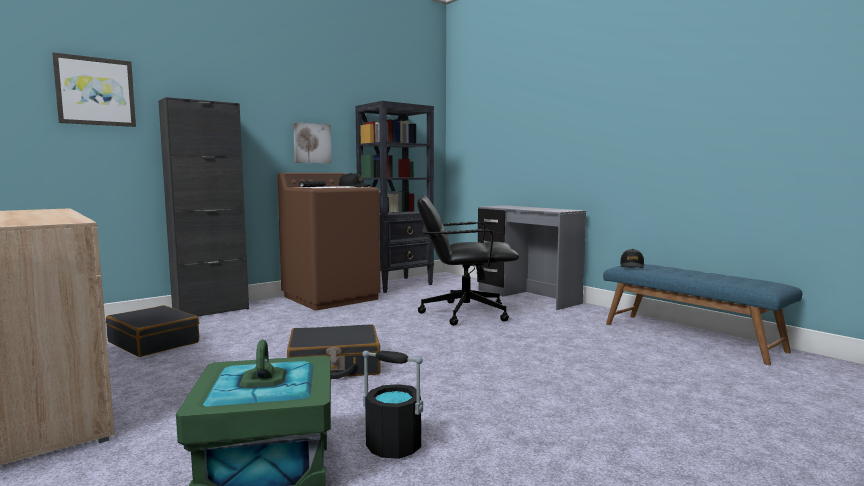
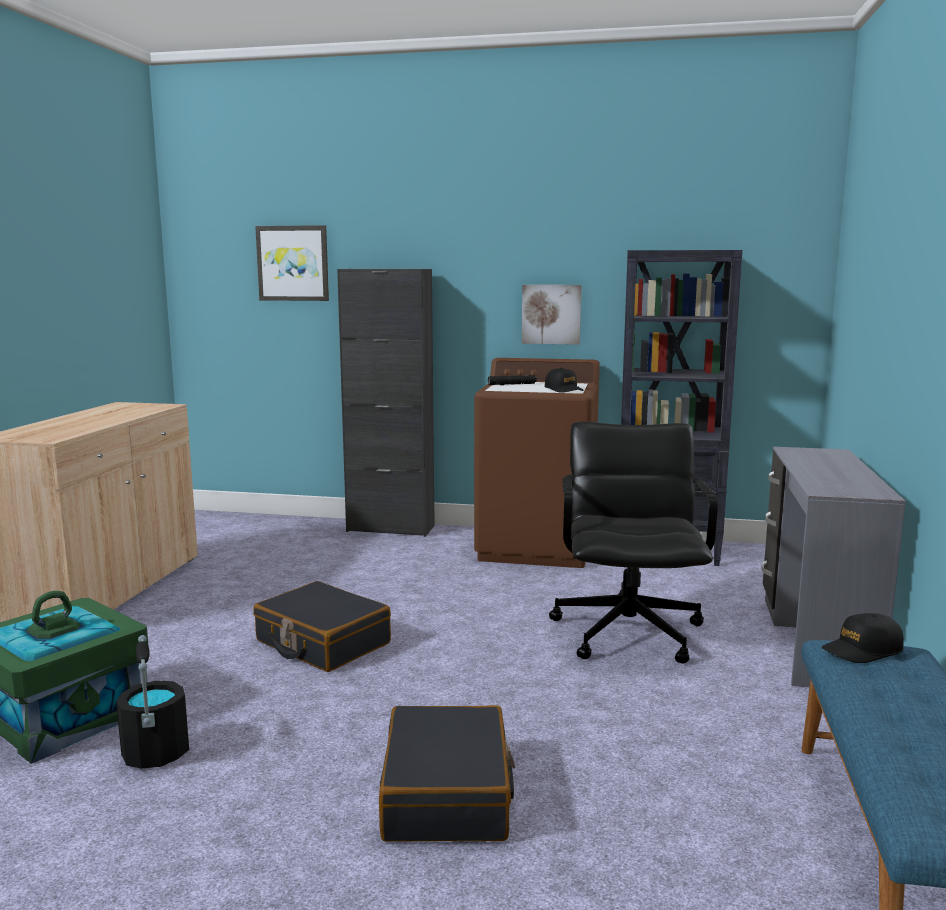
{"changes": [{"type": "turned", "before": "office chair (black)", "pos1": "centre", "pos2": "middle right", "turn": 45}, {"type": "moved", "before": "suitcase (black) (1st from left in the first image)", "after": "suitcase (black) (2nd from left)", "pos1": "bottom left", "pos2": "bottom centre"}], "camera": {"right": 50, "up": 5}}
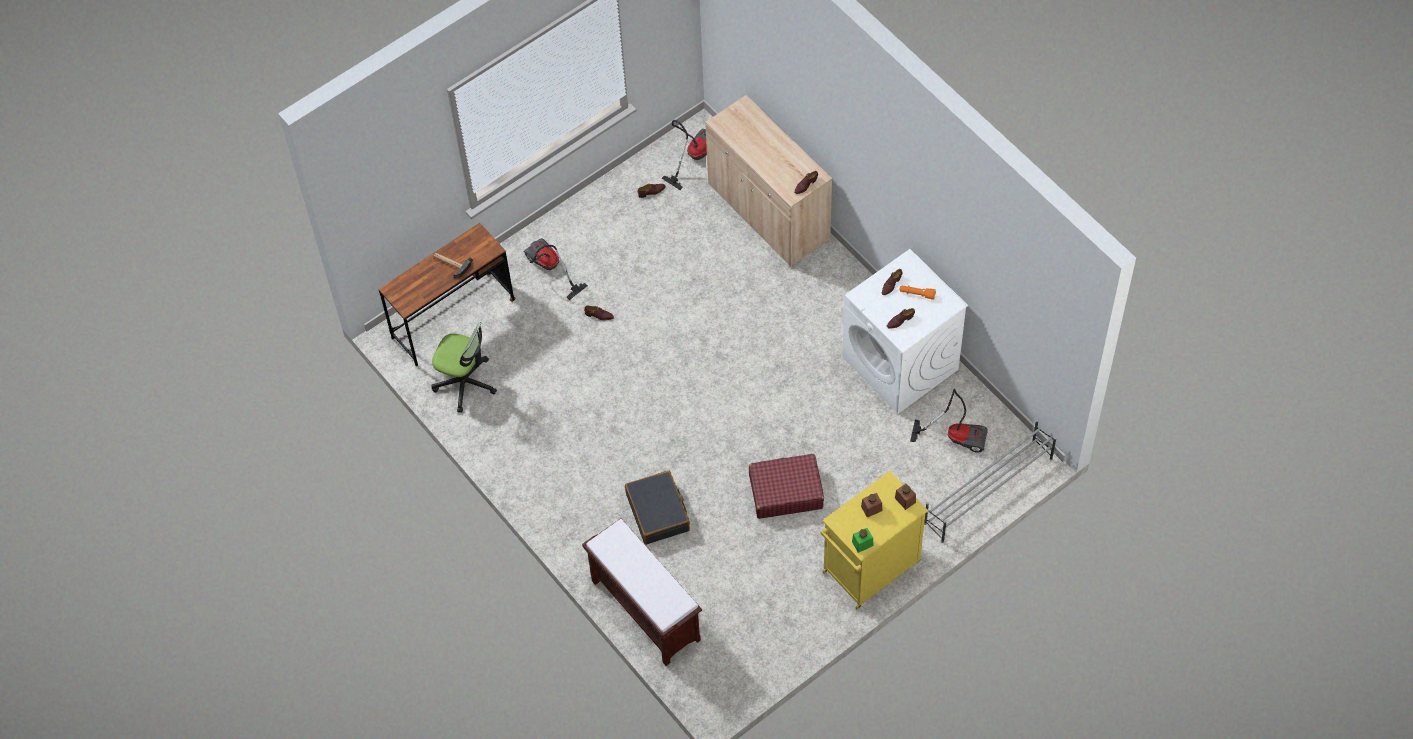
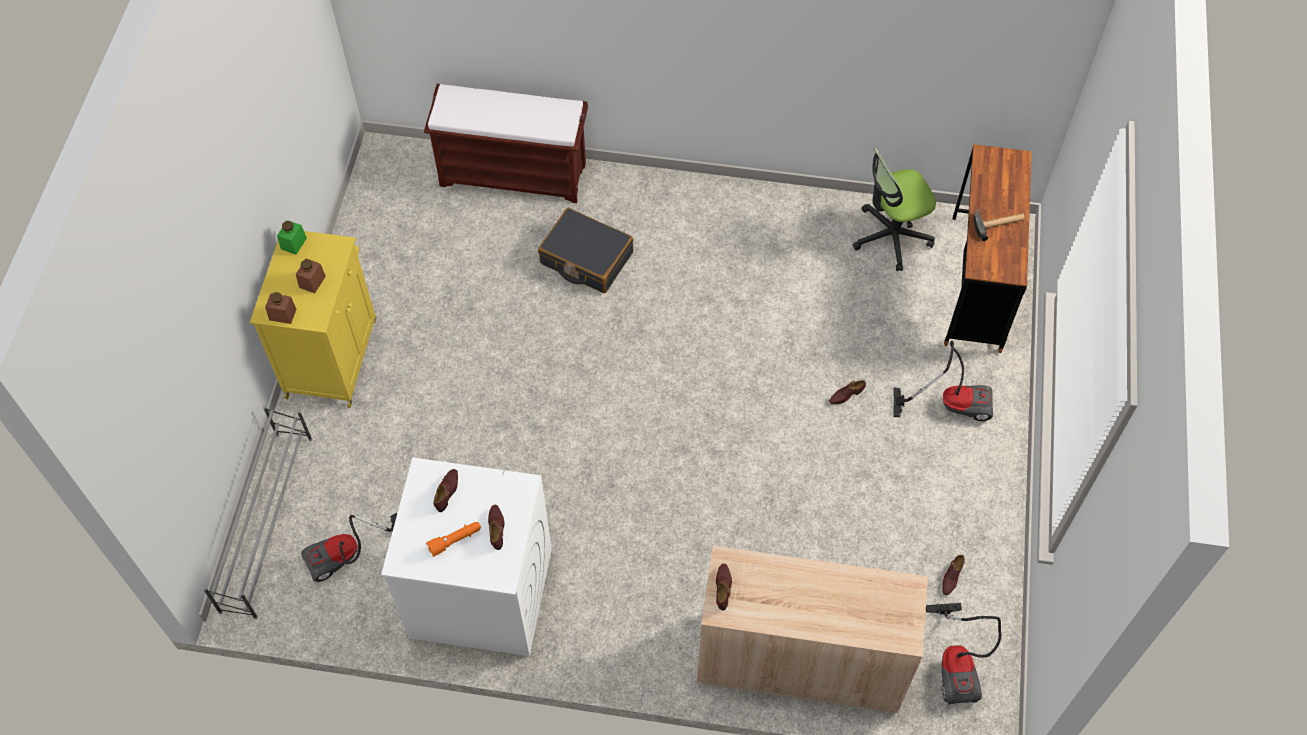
{"changes": [{"type": "removed", "before": "suitcase (red)", "pos1": "centre"}], "camera": {"right": 135, "up": 0}}
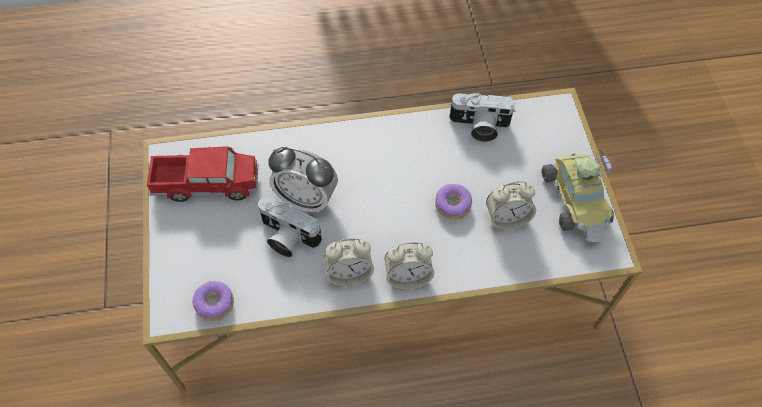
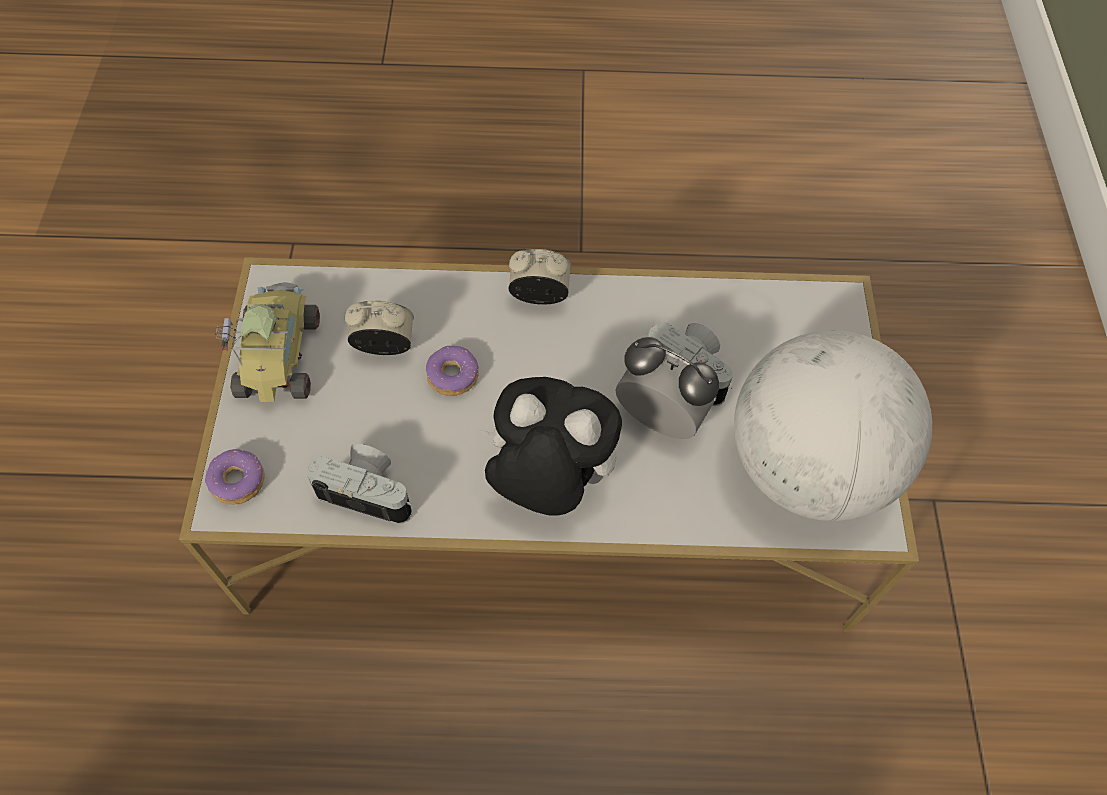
{"changes": [{"type": "replaced", "before": "toy truck", "after": "globe", "pos1": "middle left", "pos2": "middle right"}, {"type": "removed", "before": "alarm clock (2nd from left)", "pos1": "centre"}, {"type": "moved", "before": "donut (1st from left)", "pos1": "bottom left", "pos2": "middle left"}, {"type": "added", "after": "plush toy", "pos2": "centre"}], "camera": {"right": -170, "up": 0}}
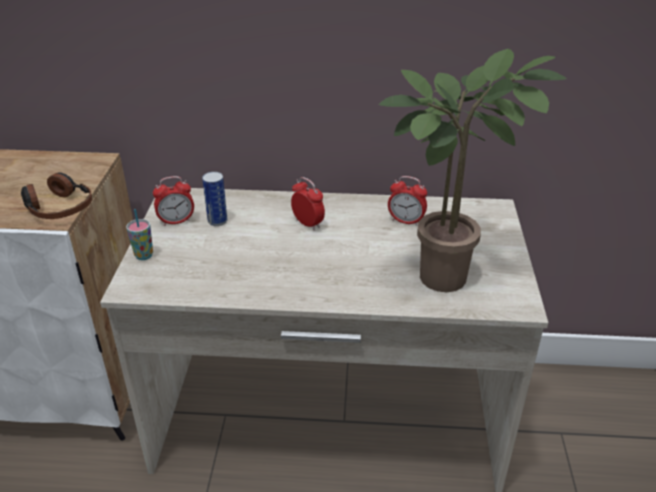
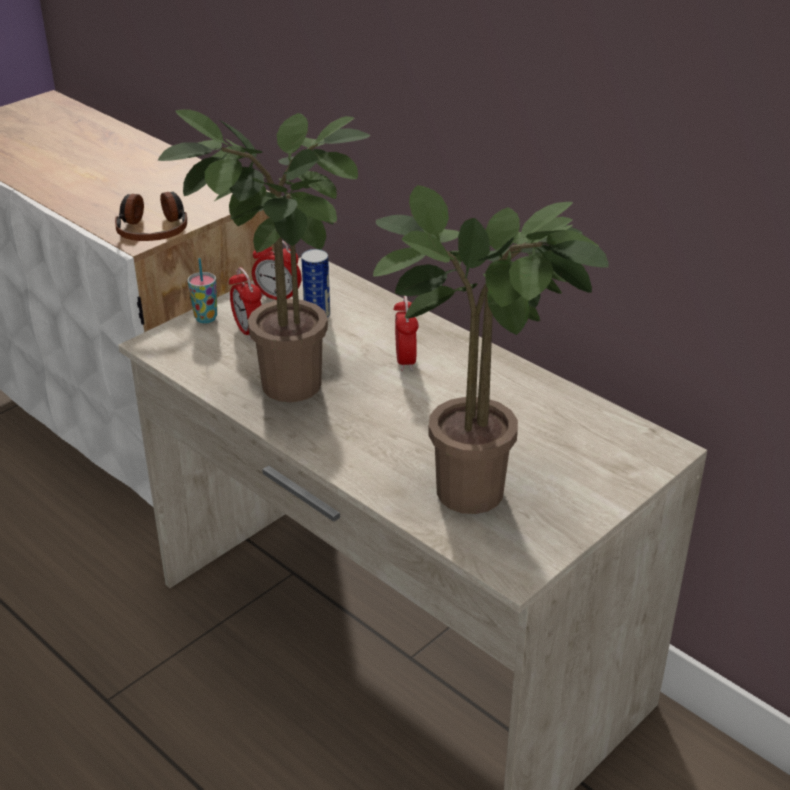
{"changes": [{"type": "moved", "before": "alarm clock (3rd from left in the first image)", "after": "alarm clock (1st from left)", "pos1": "centre", "pos2": "middle left"}, {"type": "added", "after": "potted plant (1st from left)", "pos2": "top centre"}], "camera": {"right": 40, "up": 0}}
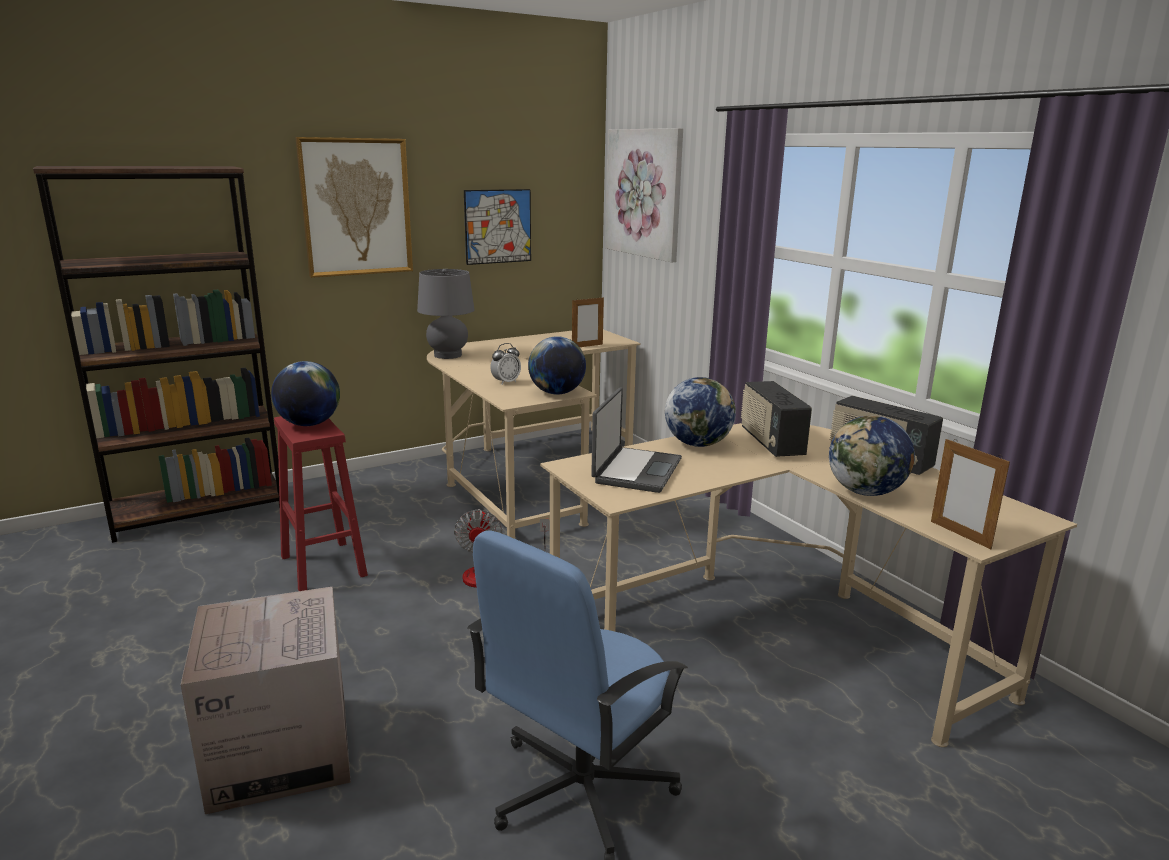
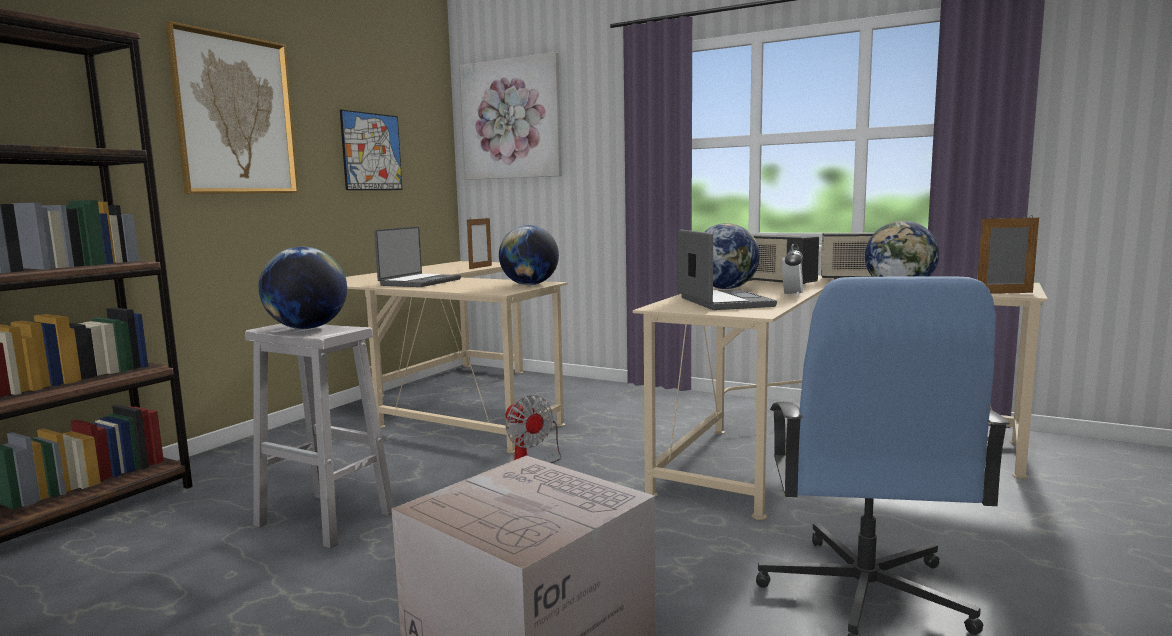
{"changes": [{"type": "removed", "before": "table lamp (grey)", "pos1": "centre"}, {"type": "moved", "before": "alarm clock", "pos1": "centre", "pos2": "middle right"}, {"type": "recoloured", "before": "stool (red)", "after": "stool (white)", "pos1": "middle left", "pos2": "bottom left"}, {"type": "turned", "before": "picture frame (2nd from left)", "pos1": "middle right", "pos2": "middle right", "turn": 150}, {"type": "added", "after": "laptop (1st from left)", "pos2": "centre"}], "camera": {"right": -30, "up": -10}}
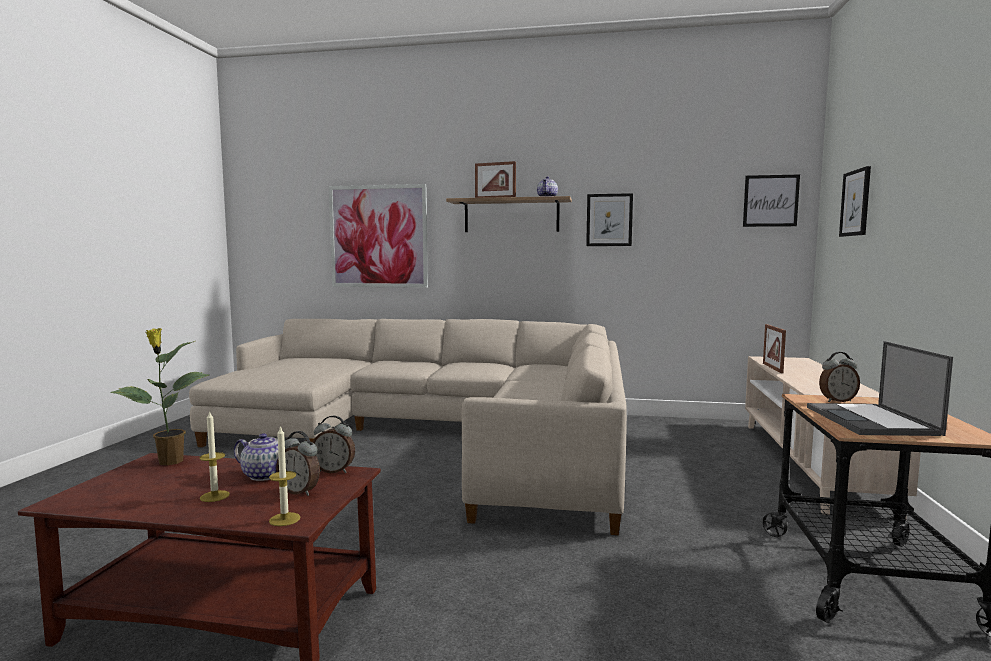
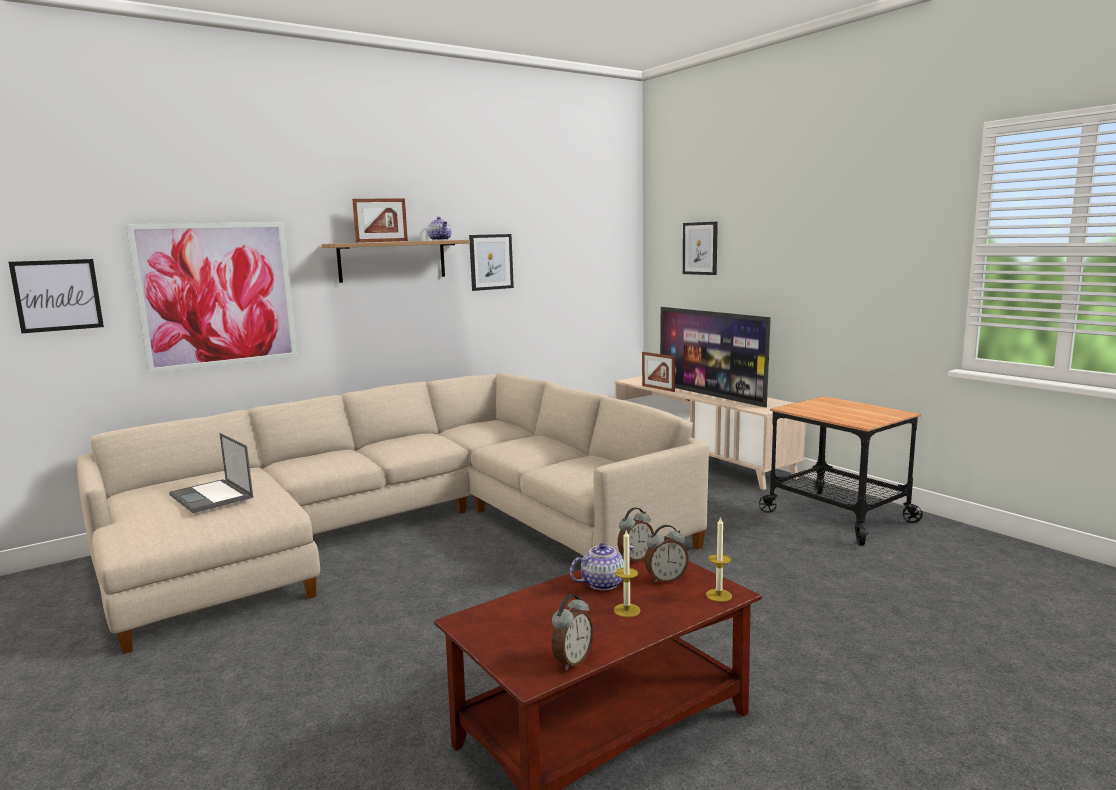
{"changes": [{"type": "moved", "before": "picture (3rd from left in the first image)", "after": "picture (1st from left)", "pos1": "top right", "pos2": "middle left"}, {"type": "removed", "before": "potted plant", "pos1": "middle left"}, {"type": "moved", "before": "laptop", "pos1": "middle right", "pos2": "middle left"}, {"type": "moved", "before": "alarm clock (3rd from left in the first image)", "after": "alarm clock (1st from left)", "pos1": "middle right", "pos2": "bottom centre"}, {"type": "added", "after": "television", "pos2": "centre"}], "camera": {"right": -45, "up": 5}}
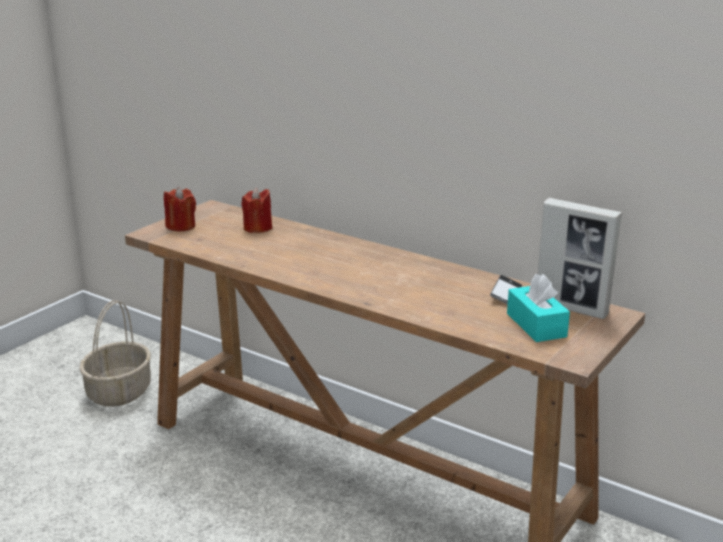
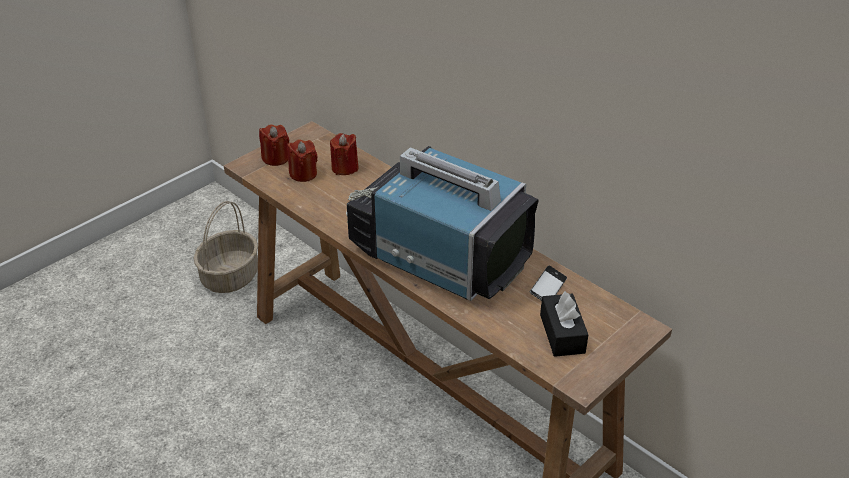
{"changes": [{"type": "removed", "before": "picture frame", "pos1": "middle right"}, {"type": "recoloured", "before": "tissue box (turquoise)", "after": "tissue box (black)", "pos1": "middle right", "pos2": "bottom centre"}, {"type": "added", "after": "candle (red) (2nd from left)", "pos2": "centre"}, {"type": "added", "after": "television", "pos2": "centre"}], "camera": {"right": 10, "up": 15}}
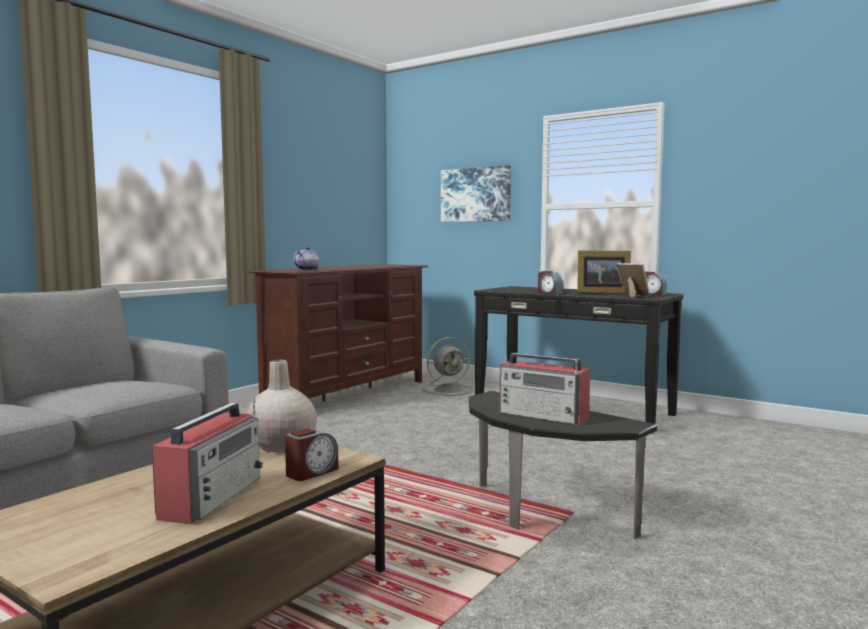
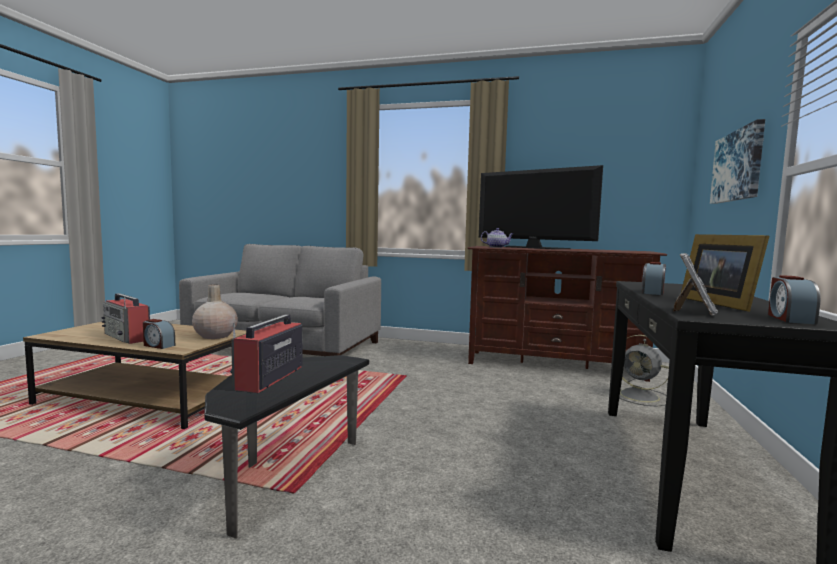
{"changes": [{"type": "turned", "before": "radio (1st from left)", "pos1": "bottom left", "pos2": "middle left", "turn": 45}, {"type": "added", "after": "television", "pos2": "centre"}], "camera": {"right": 70, "up": 0}}
